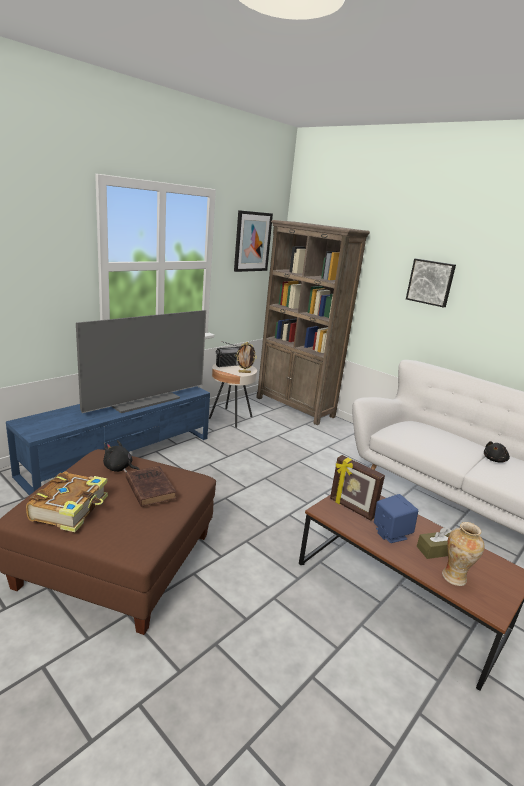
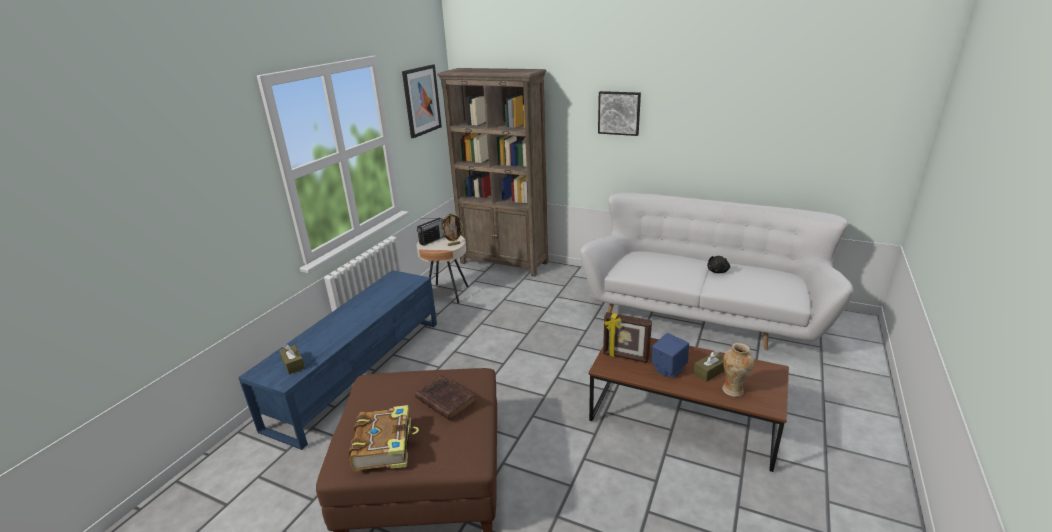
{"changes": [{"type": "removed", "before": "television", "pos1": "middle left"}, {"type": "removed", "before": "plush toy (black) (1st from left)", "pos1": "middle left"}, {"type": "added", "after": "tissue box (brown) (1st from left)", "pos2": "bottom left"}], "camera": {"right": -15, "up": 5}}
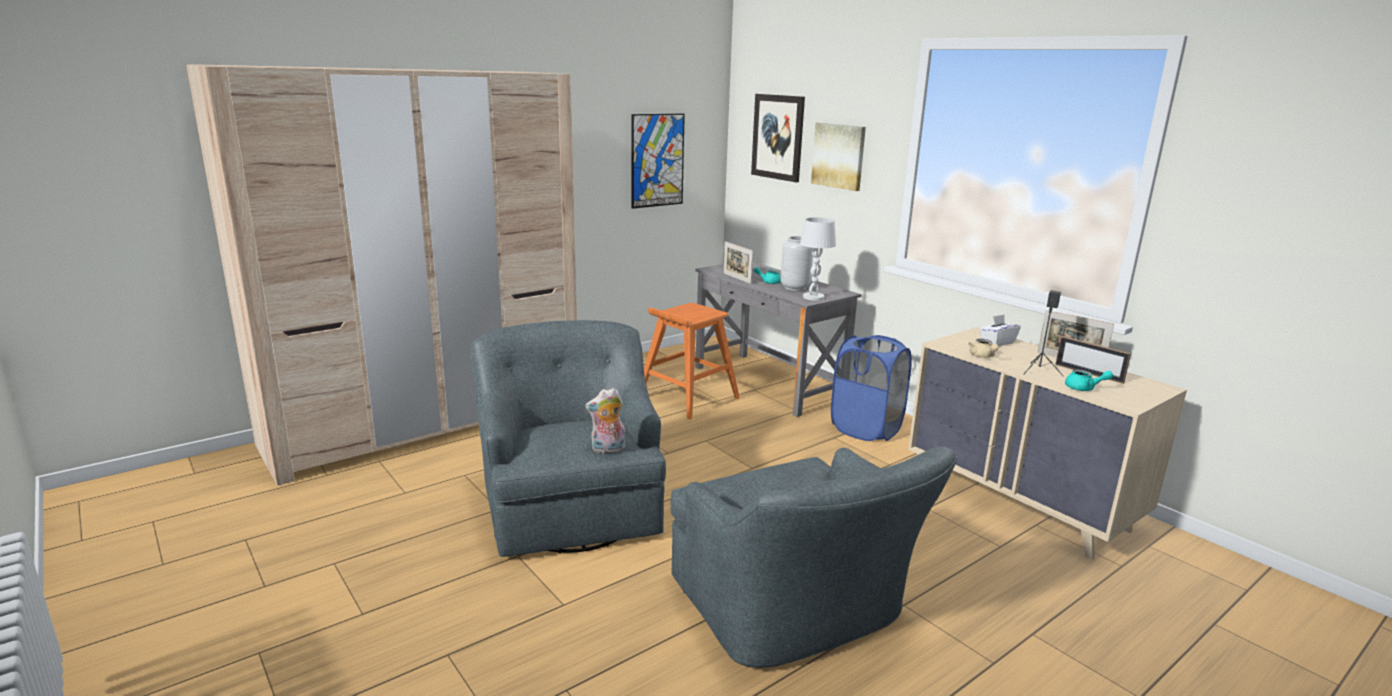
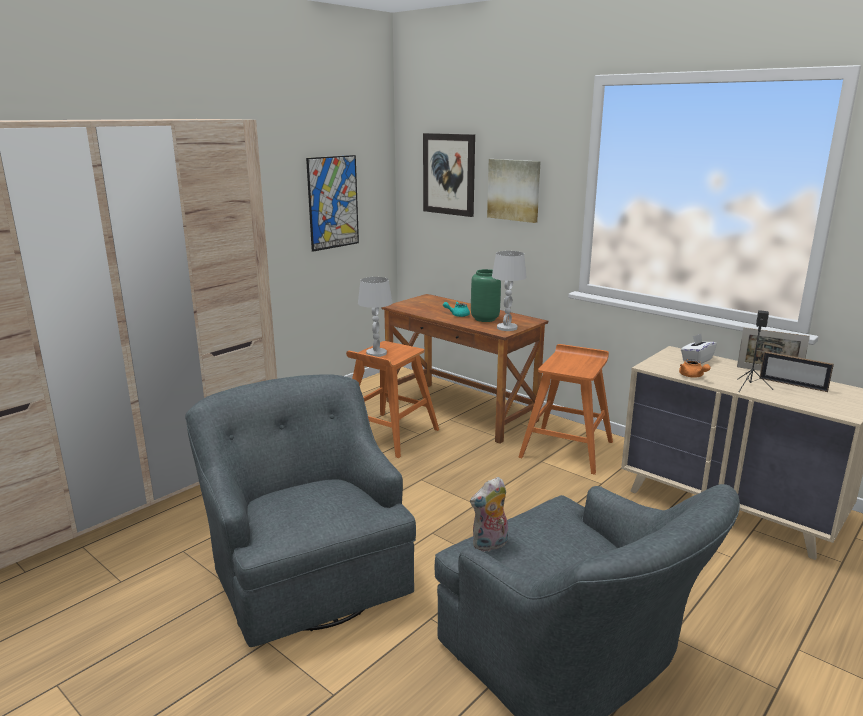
{"changes": [{"type": "recoloured", "before": "vase (grey)", "after": "vase (green)", "pos1": "centre", "pos2": "centre"}, {"type": "removed", "before": "picture frame (1st from left)", "pos1": "centre"}, {"type": "recoloured", "before": "desk (grey)", "after": "desk (brown)", "pos1": "centre", "pos2": "centre"}, {"type": "replaced", "before": "laundry basket (blue)", "after": "stool (orange) (2nd from left)", "pos1": "centre", "pos2": "centre"}, {"type": "recoloured", "before": "teapot (beige)", "after": "teapot (orange)", "pos1": "middle right", "pos2": "middle right"}, {"type": "removed", "before": "teapot (turquoise) (2nd from left)", "pos1": "middle right"}, {"type": "moved", "before": "plush toy", "pos1": "centre", "pos2": "bottom centre"}, {"type": "added", "after": "table lamp (white) (1st from left)", "pos2": "centre"}], "camera": {"right": -10, "up": 0}}
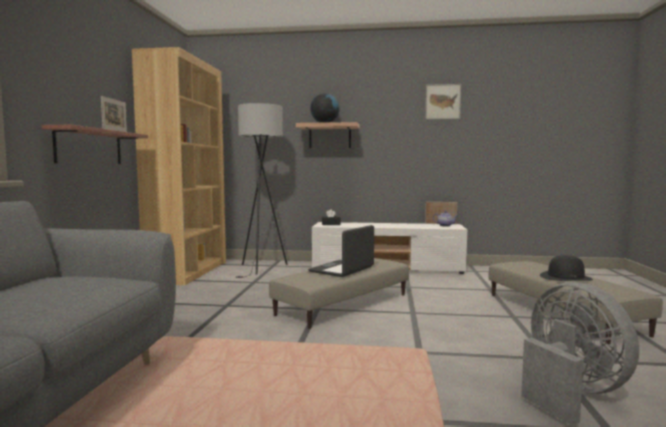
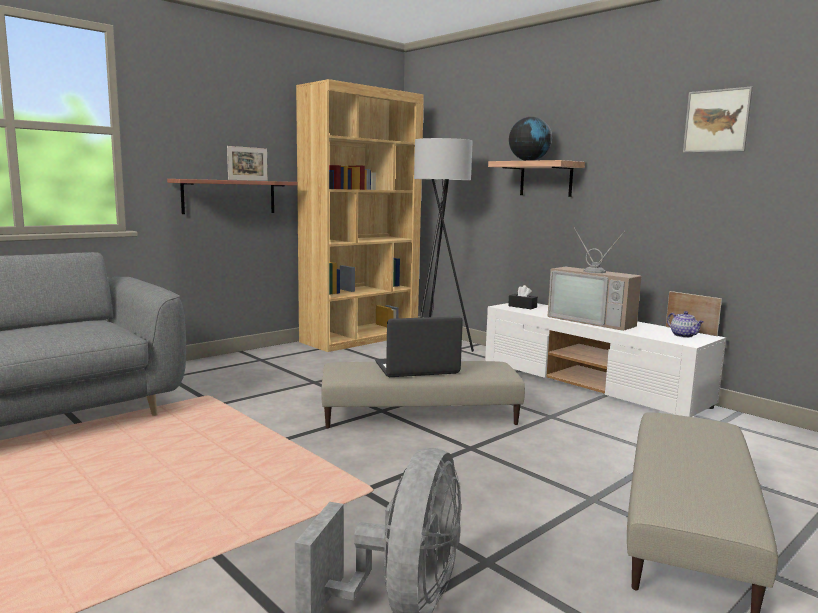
{"changes": [{"type": "removed", "before": "hat (black)", "pos1": "middle right"}, {"type": "added", "after": "television", "pos2": "middle right"}], "camera": {"right": 40, "up": 5}}
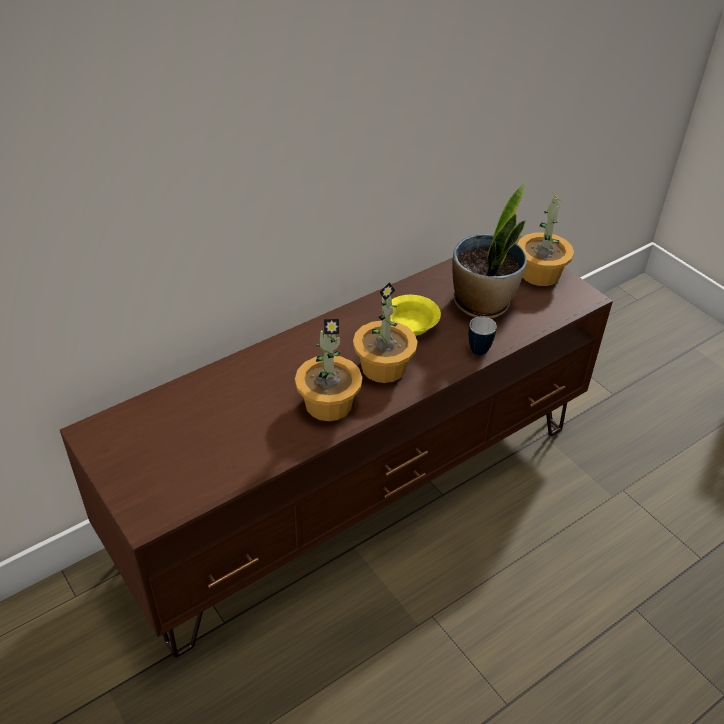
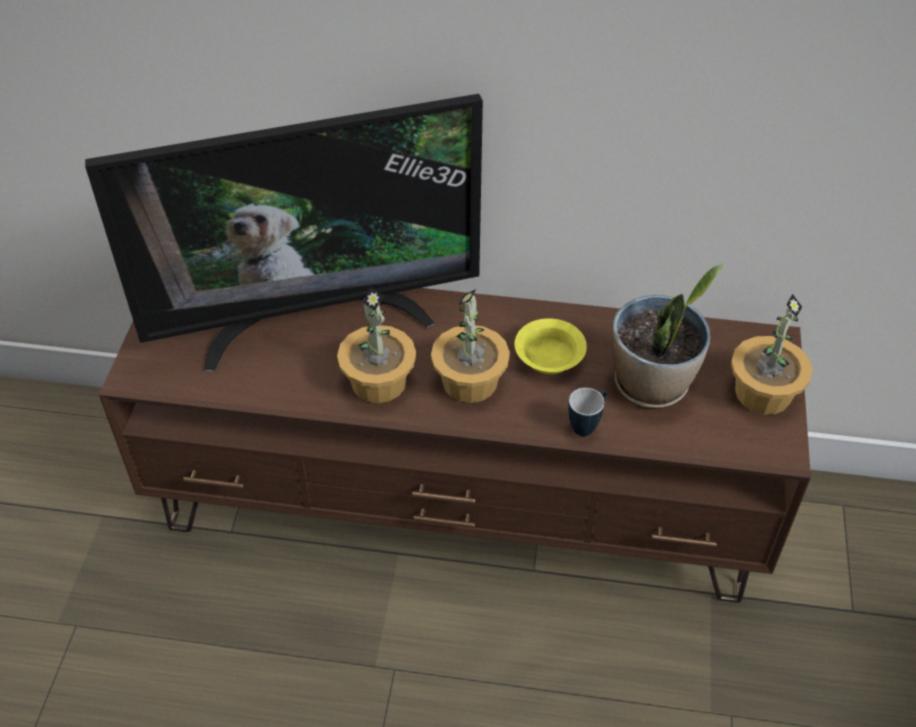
{"changes": [{"type": "added", "after": "television", "pos2": "top left"}], "camera": {"right": 45, "up": 5}}
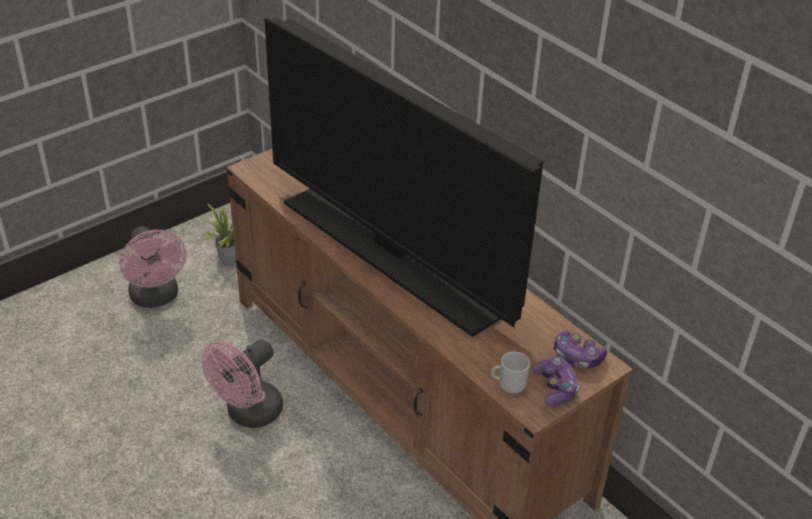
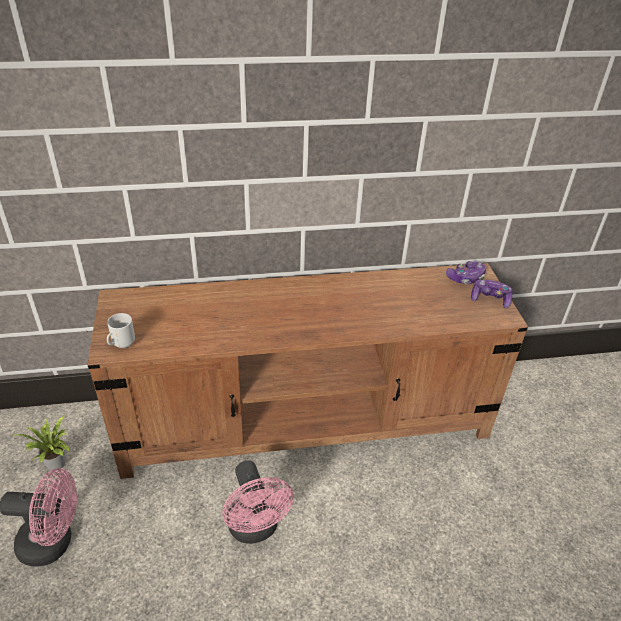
{"changes": [{"type": "removed", "before": "television", "pos1": "centre"}, {"type": "moved", "before": "mug", "pos1": "bottom centre", "pos2": "middle left"}], "camera": {"right": -60, "up": 0}}
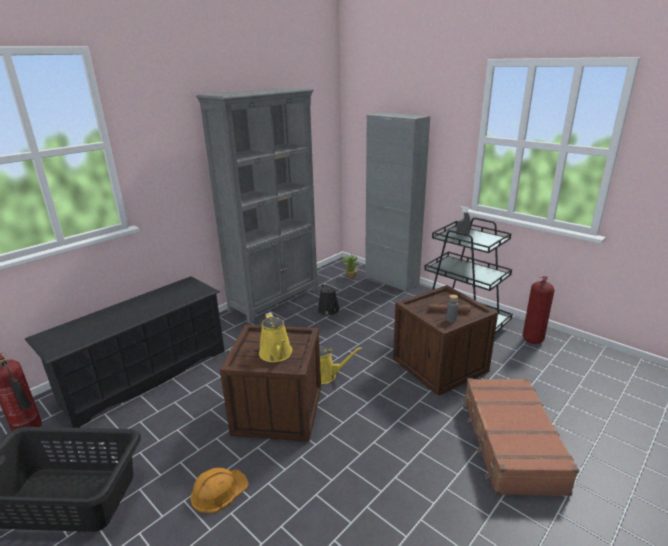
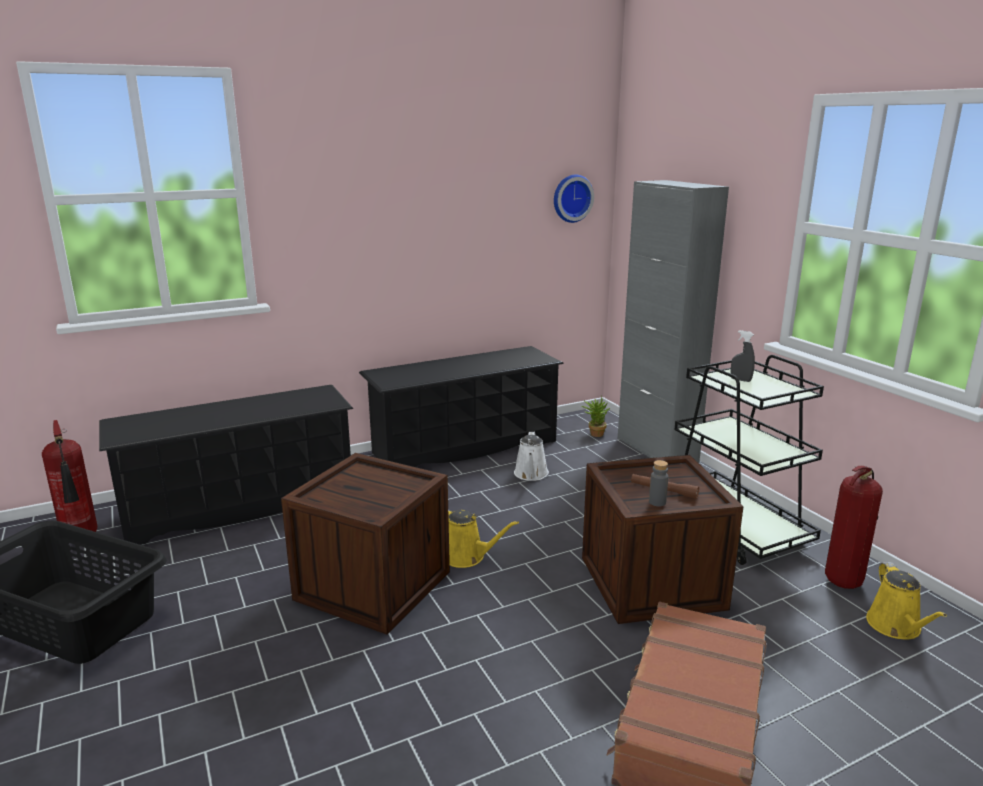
{"changes": [{"type": "replaced", "before": "bookcase (grey)", "after": "shoe rack (black) (2nd from left)", "pos1": "centre", "pos2": "centre"}, {"type": "recoloured", "before": "watering can (black)", "after": "watering can (white)", "pos1": "centre", "pos2": "centre"}, {"type": "moved", "before": "watering can (yellow) (1st from left in the first image)", "after": "watering can (yellow) (2nd from left)", "pos1": "centre", "pos2": "bottom right"}, {"type": "removed", "before": "hard hat (orange)", "pos1": "bottom left"}, {"type": "added", "after": "wall clock", "pos2": "top centre"}], "camera": {"right": 20, "up": -5}}
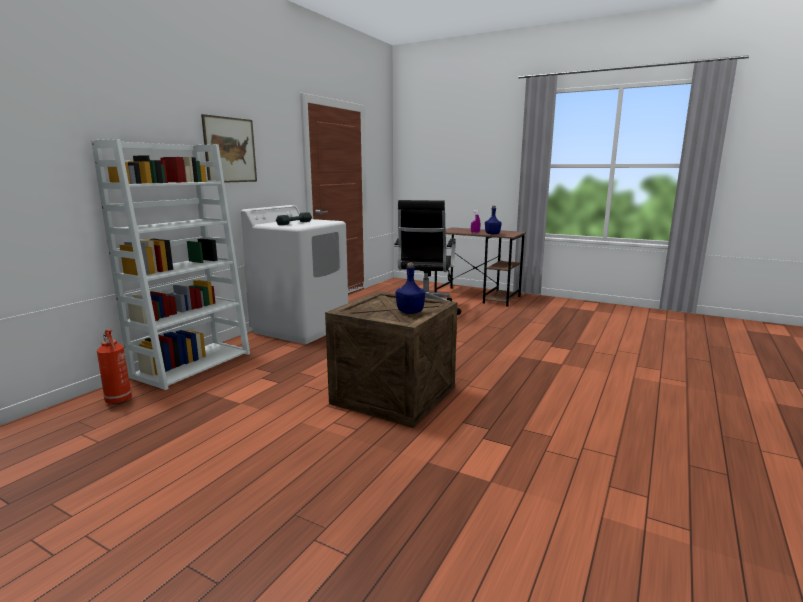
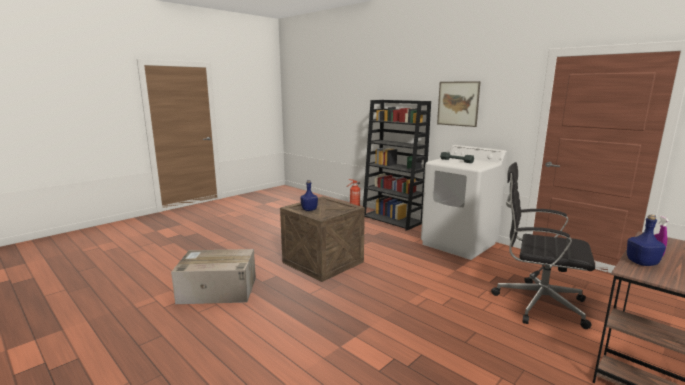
{"changes": [{"type": "recoloured", "before": "bookcase (white)", "after": "bookcase (black)", "pos1": "middle left", "pos2": "centre"}, {"type": "added", "after": "cardboard box", "pos2": "bottom left"}], "camera": {"right": 105, "up": 0}}
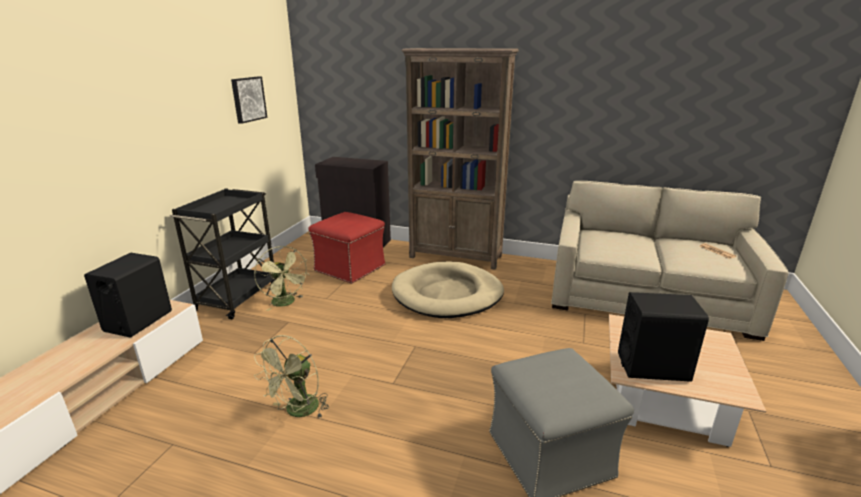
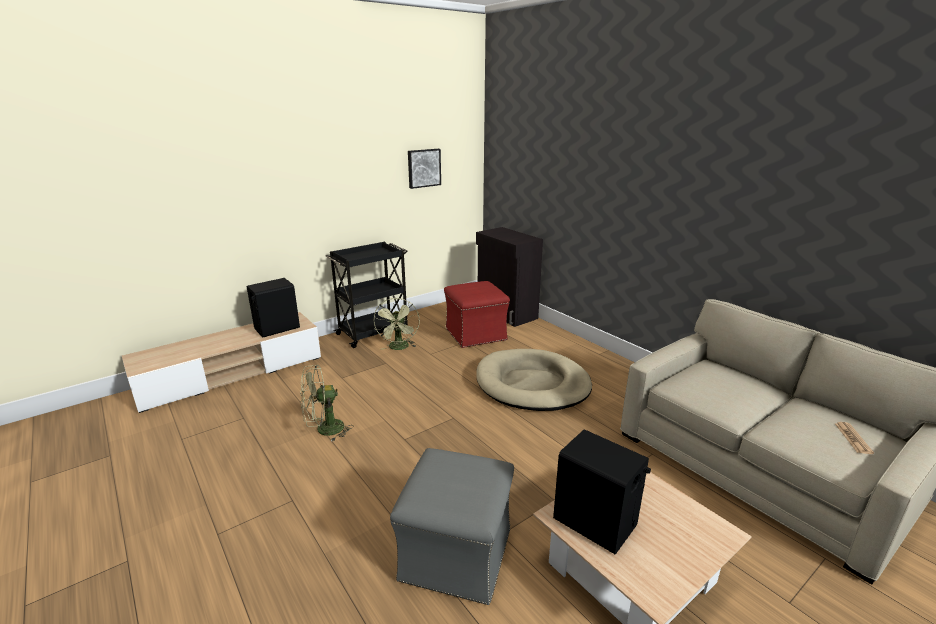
{"changes": [{"type": "removed", "before": "bookcase (brown)", "pos1": "top centre"}], "camera": {"right": 35, "up": 0}}
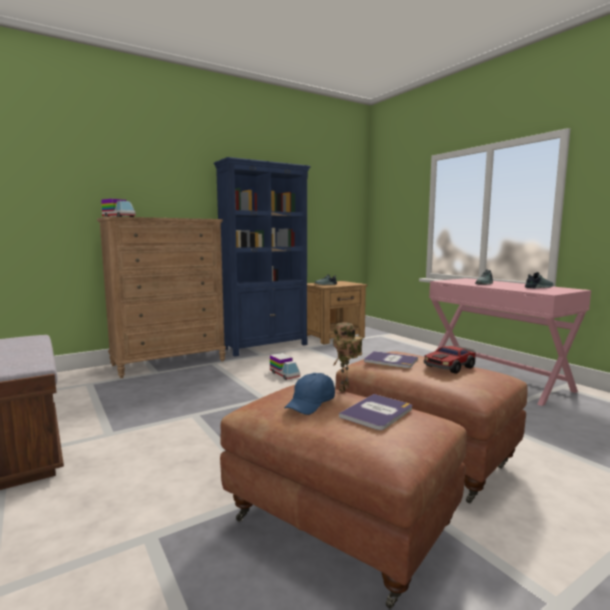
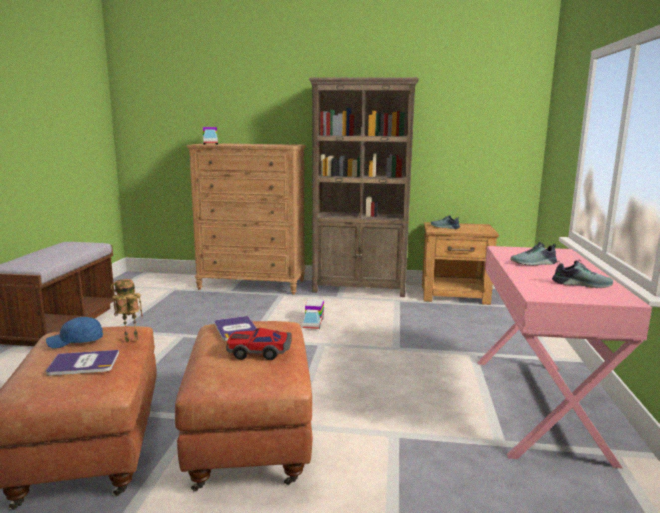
{"changes": [{"type": "recoloured", "before": "bookcase (blue)", "after": "bookcase (brown)", "pos1": "centre", "pos2": "centre"}], "camera": {"right": 40, "up": 5}}
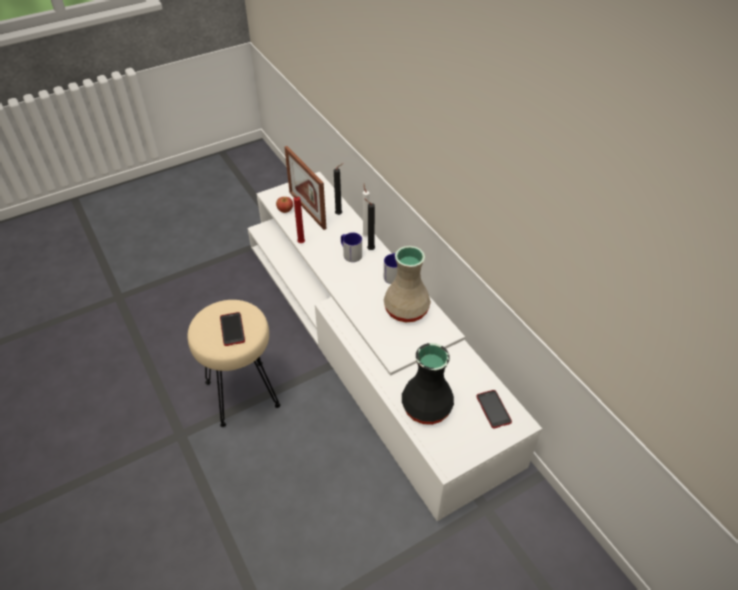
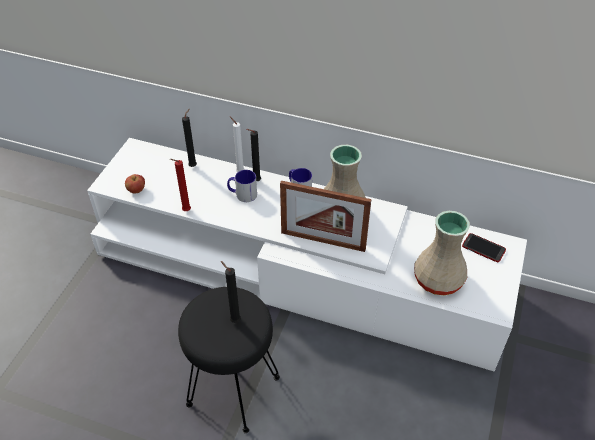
{"changes": [{"type": "moved", "before": "picture frame", "pos1": "top centre", "pos2": "centre"}, {"type": "recoloured", "before": "stool (beige)", "after": "stool (black)", "pos1": "middle left", "pos2": "bottom centre"}, {"type": "replaced", "before": "phone (1st from left)", "after": "candle (black) (2nd from left)", "pos1": "middle left", "pos2": "centre"}, {"type": "recoloured", "before": "vase (black)", "after": "vase (beige) (2nd from left)", "pos1": "centre", "pos2": "middle right"}], "camera": {"right": -40, "up": 0}}
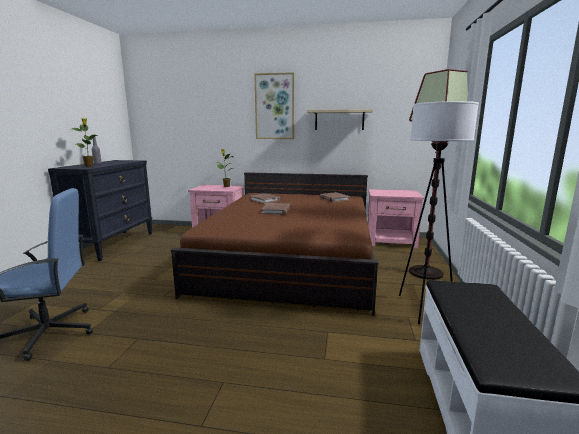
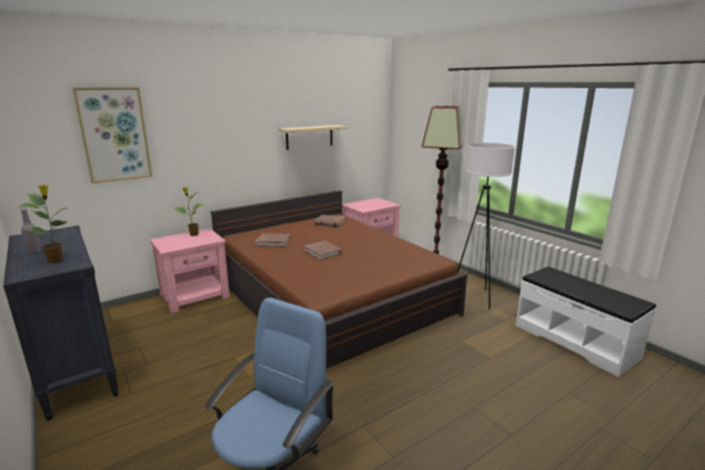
{"changes": [{"type": "moved", "before": "picture", "pos1": "top centre", "pos2": "top left"}], "camera": {"right": -45, "up": 5}}
